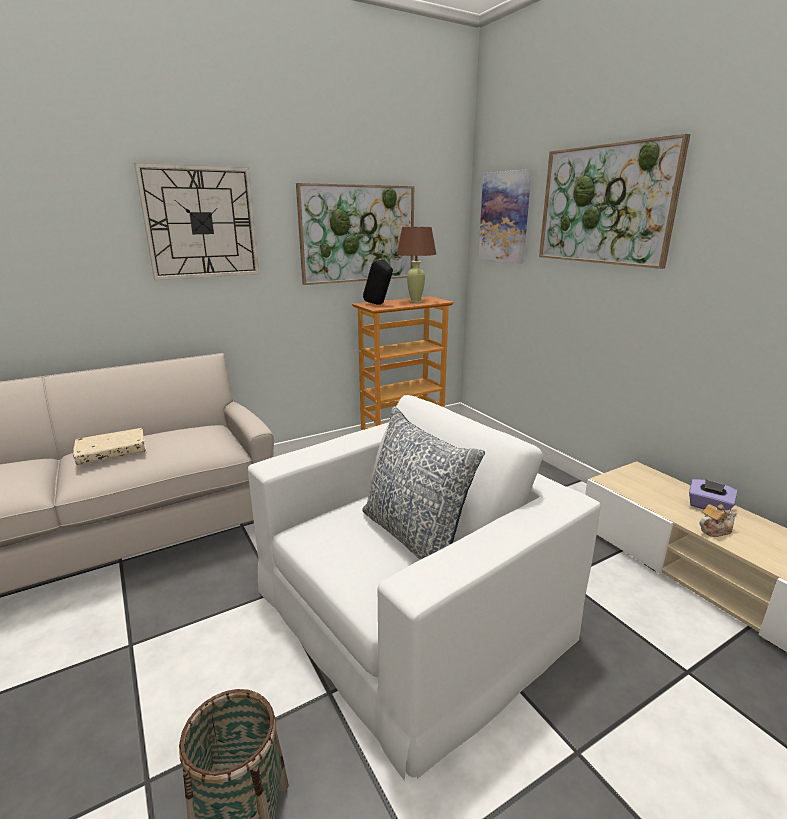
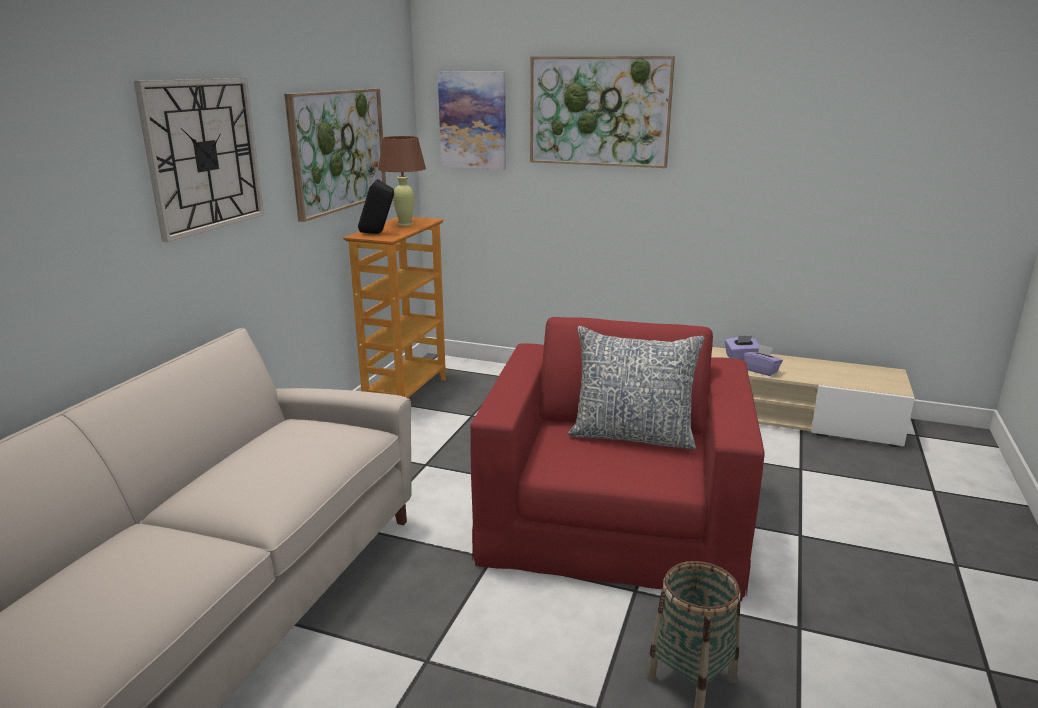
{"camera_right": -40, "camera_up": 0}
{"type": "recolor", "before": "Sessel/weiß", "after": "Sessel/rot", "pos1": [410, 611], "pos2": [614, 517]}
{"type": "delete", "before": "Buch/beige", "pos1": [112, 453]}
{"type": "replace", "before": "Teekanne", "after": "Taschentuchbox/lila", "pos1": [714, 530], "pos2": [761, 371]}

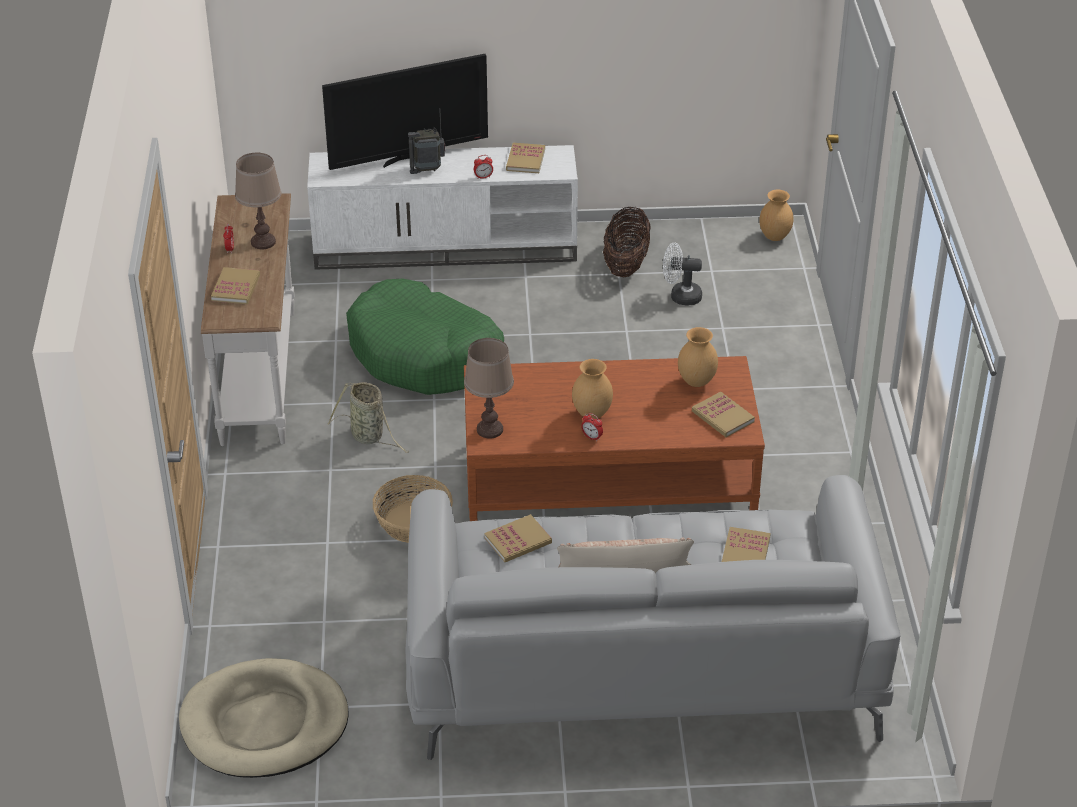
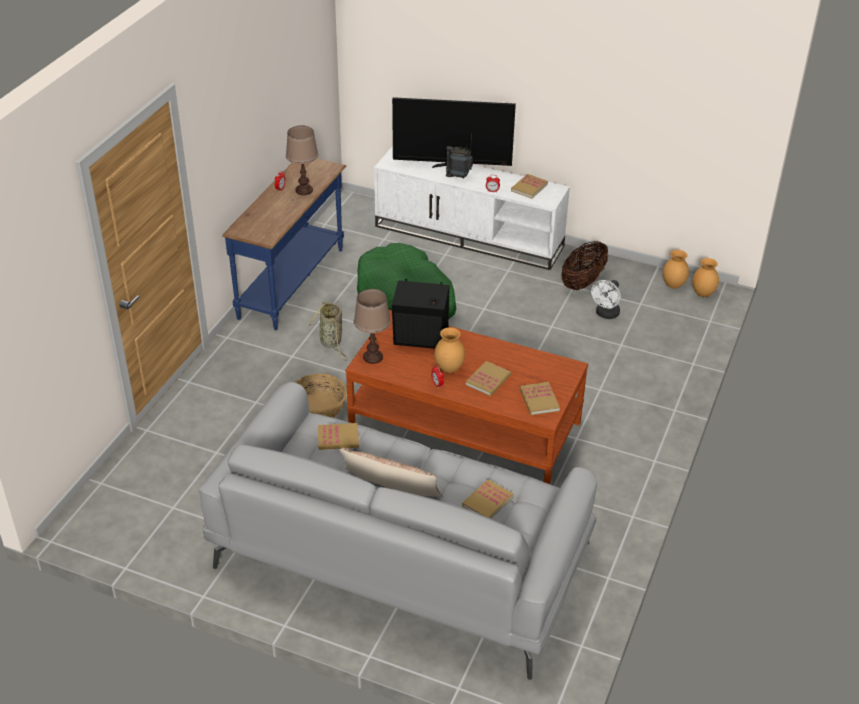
{"camera_right": 25, "camera_up": 0}
{"type": "recolor", "before": "Konsolentisch/weiß", "after": "Konsolentisch/blau", "pos1": [261, 376], "pos2": [293, 284]}
{"type": "rotate", "before": "Ventilator/weiß", "pos1": [680, 296], "pos2": [606, 314], "turn": -90}
{"type": "move", "before": "Buch", "pos1": [236, 288], "pos2": [488, 380]}
{"type": "move", "before": "Vase/braun", "pos1": [697, 382], "pos2": [674, 285]}
{"type": "delete", "before": "Hundebett/beige", "pos1": [264, 724]}
{"type": "insert", "after": "Lautsprecher/schwarz", "pos2": [421, 339]}

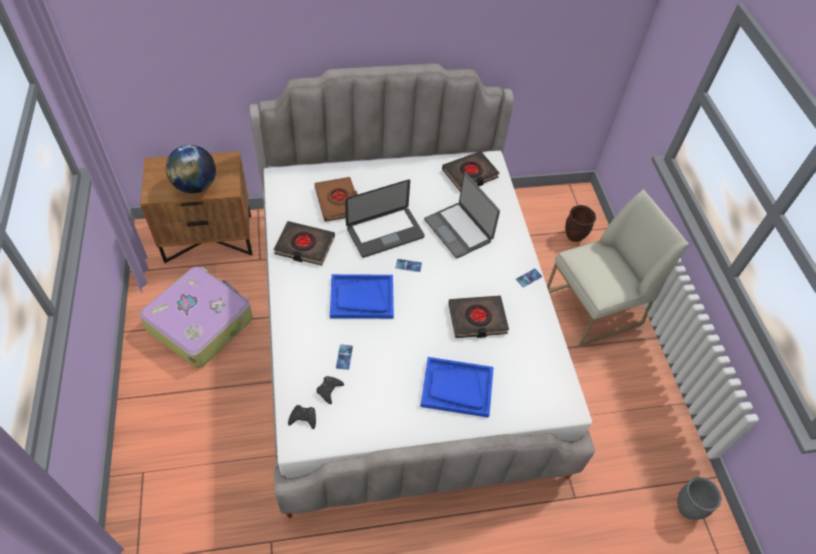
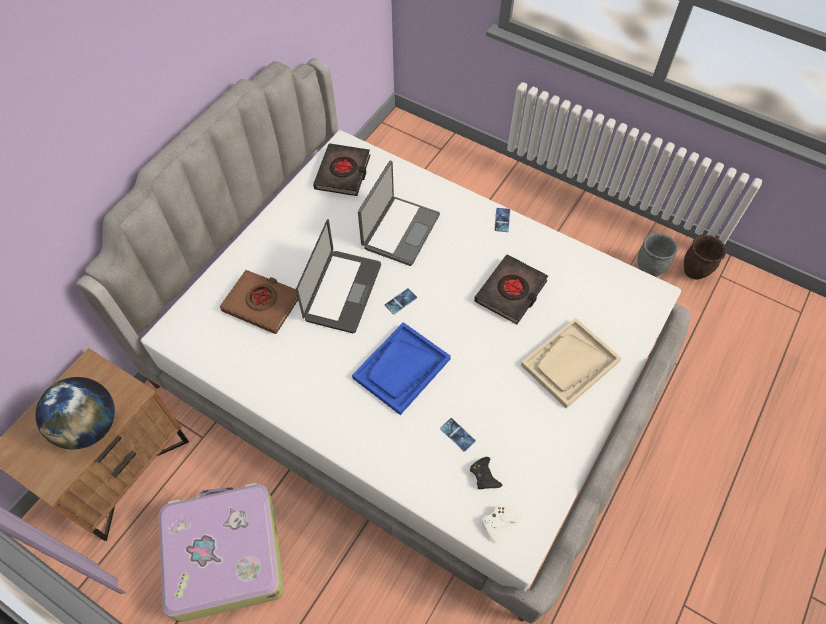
{"camera_right": -45, "camera_up": 5}
{"type": "rotate", "before": "Laptop", "pos1": [459, 230], "pos2": [399, 231], "turn": -75}
{"type": "delete", "before": "Stuhl/weiß", "pos1": [593, 309]}
{"type": "move", "before": "Pflanzkübel/braun", "pos1": [574, 236], "pos2": [694, 272]}
{"type": "delete", "before": "Buch/schwarz", "pos1": [304, 246]}
{"type": "recolor", "before": "Tablett/blau", "after": "Tablett/beige", "pos1": [456, 388], "pos2": [570, 363]}
{"type": "recolor", "before": "Gamepad/schwarz", "after": "Gamepad/weiß", "pos1": [303, 418], "pos2": [497, 523]}
{"type": "move", "before": "Pflanzkübel/grau", "pos1": [688, 508], "pos2": [649, 269]}

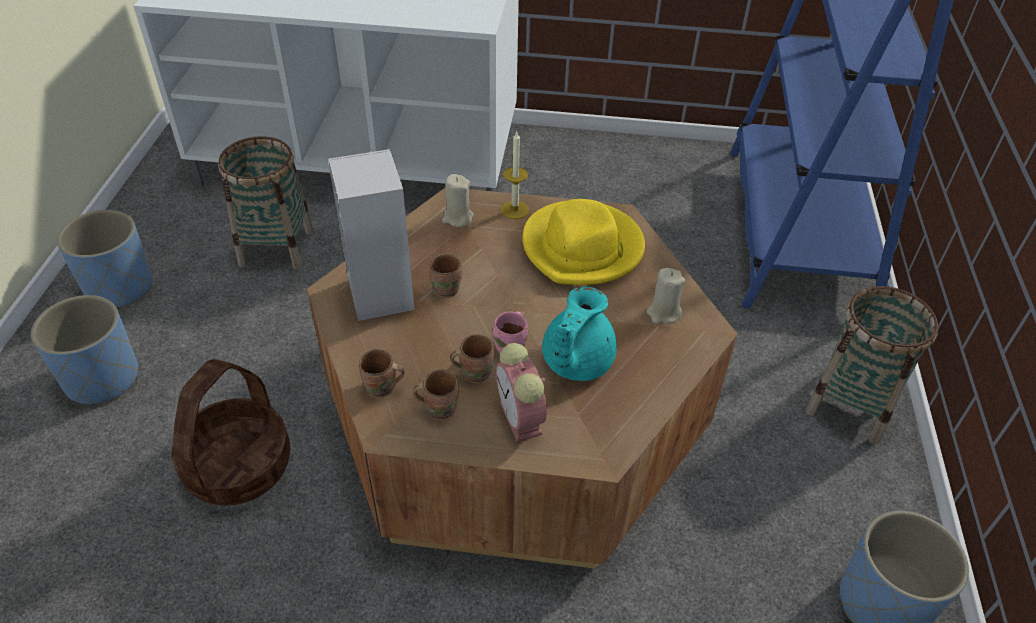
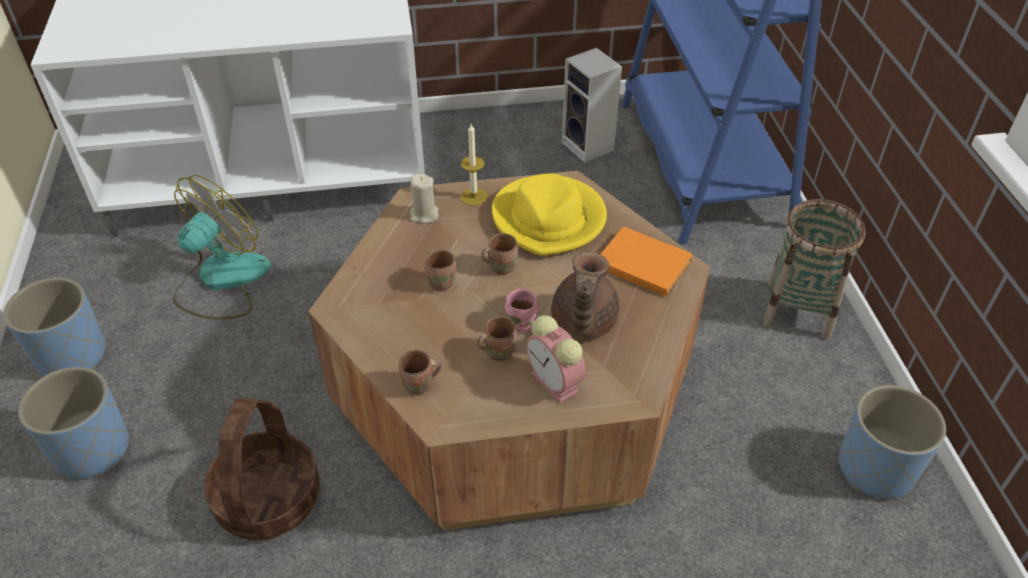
{"camera_right": -15, "camera_up": 0}
{"type": "replace", "before": "Korb", "after": "Ventilator", "pos1": [276, 247], "pos2": [221, 281]}
{"type": "move", "before": "Lautsprecher", "pos1": [383, 296], "pos2": [589, 147]}
{"type": "replace", "before": "Kerze/beige", "after": "Buch/orange", "pos1": [663, 313], "pos2": [641, 262]}
{"type": "recolor", "before": "Teekanne/türkis", "after": "Teekanne/braun", "pos1": [575, 362], "pos2": [582, 323]}
{"type": "move", "before": "Henkelbecher/braun", "pos1": [439, 408], "pos2": [500, 267]}

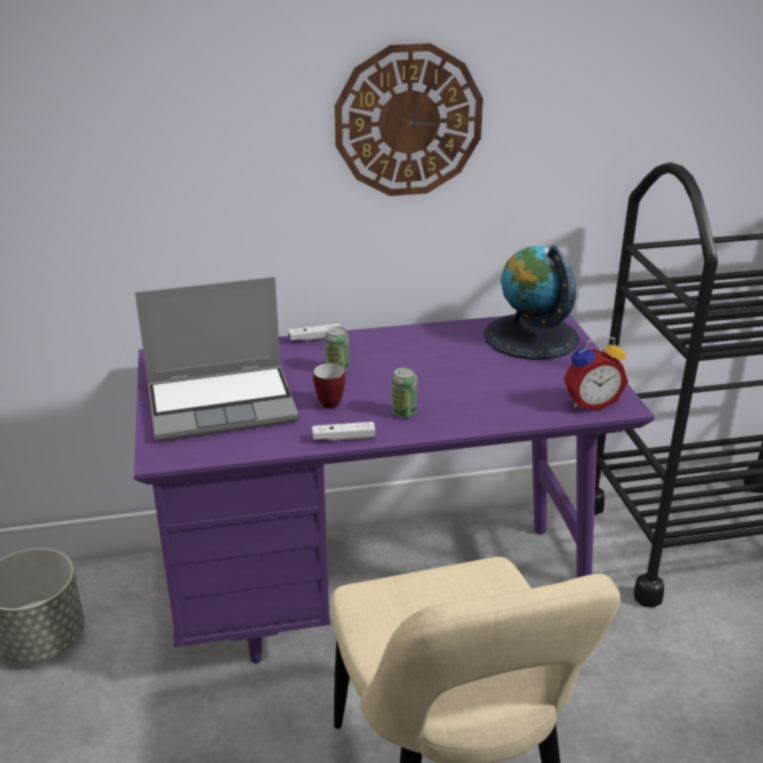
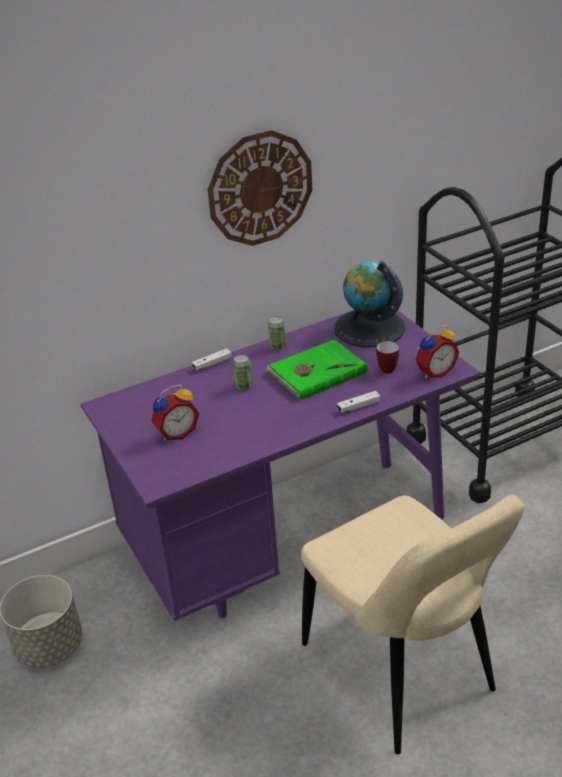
{"camera_right": -15, "camera_up": 5}
{"type": "replace", "before": "Laptop", "after": "Wecker", "pos1": [223, 404], "pos2": [176, 433]}
{"type": "move", "before": "Henkelbecher", "pos1": [332, 402], "pos2": [387, 368]}
{"type": "move", "before": "Dose", "pos1": [404, 413], "pos2": [278, 346]}
{"type": "move", "before": "Gamepad/weiß", "pos1": [343, 438], "pos2": [358, 406]}
{"type": "insert", "after": "Buch/grün", "pos2": [316, 372]}

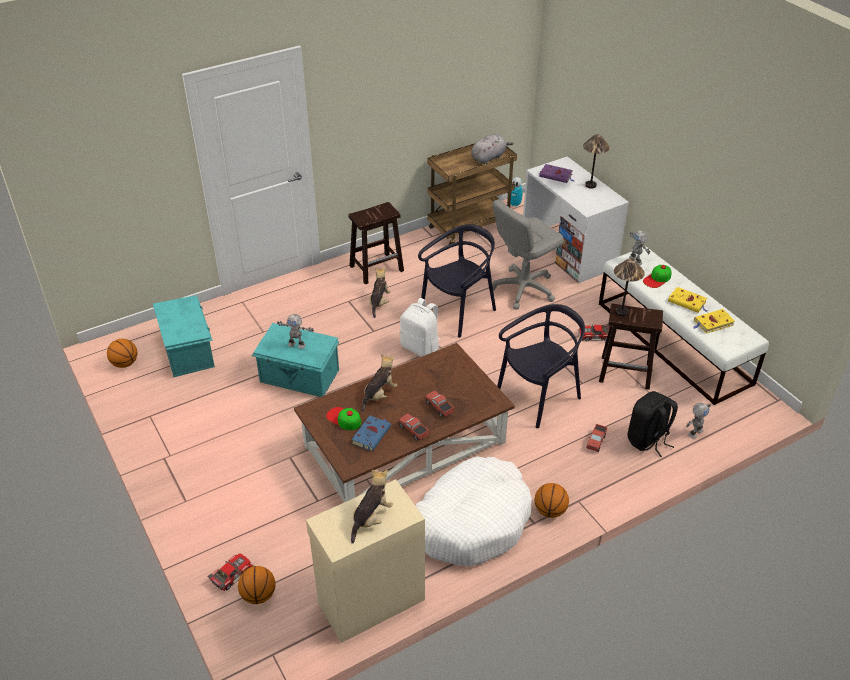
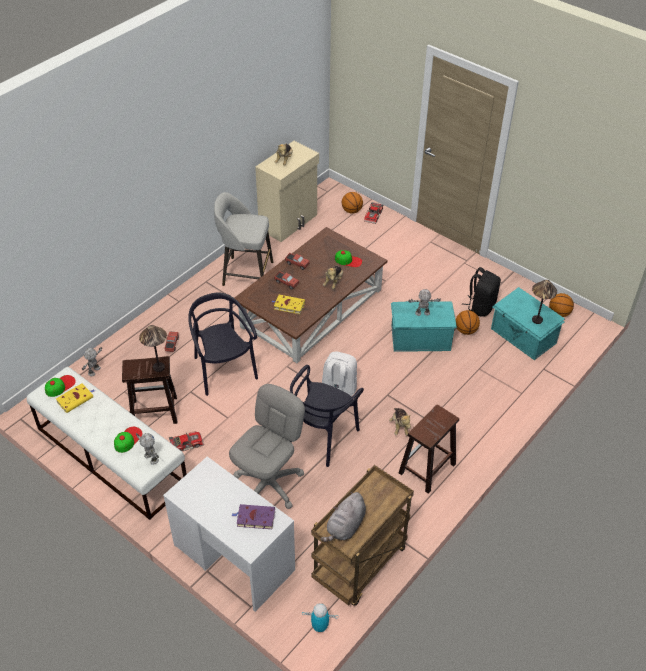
{"camera_right": 160, "camera_up": 5}
{"type": "move", "before": "Tischlampe", "pos1": [591, 185], "pos2": [536, 320]}
{"type": "move", "before": "Buch/gelb", "pos1": [688, 302], "pos2": [288, 305]}
{"type": "rotate", "before": "Stuhl/schwarz", "pos1": [539, 397], "pos2": [223, 370], "turn": 120}
{"type": "move", "before": "Rucksack/schwarz", "pos1": [648, 440], "pos2": [480, 306]}
{"type": "delete", "before": "Buch/blau", "pos1": [371, 434]}
{"type": "replace", "before": "Hundebett/weiß", "after": "Hocker/grau", "pos1": [472, 521], "pos2": [246, 273]}
{"type": "move", "before": "Basketball", "pos1": [550, 510], "pos2": [465, 330]}
{"type": "insert", "after": "Kappe", "pos2": [60, 386]}

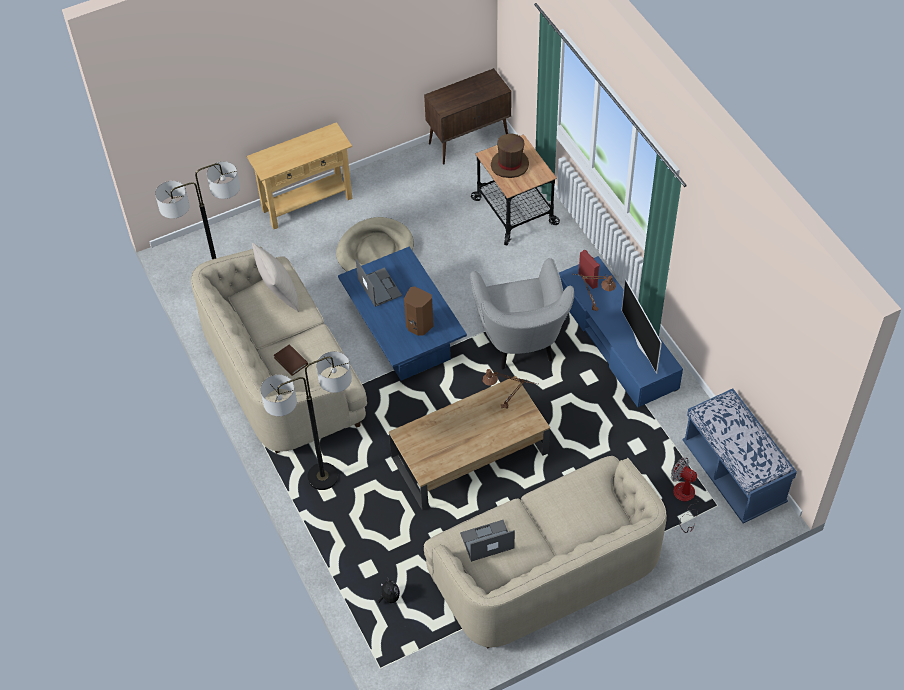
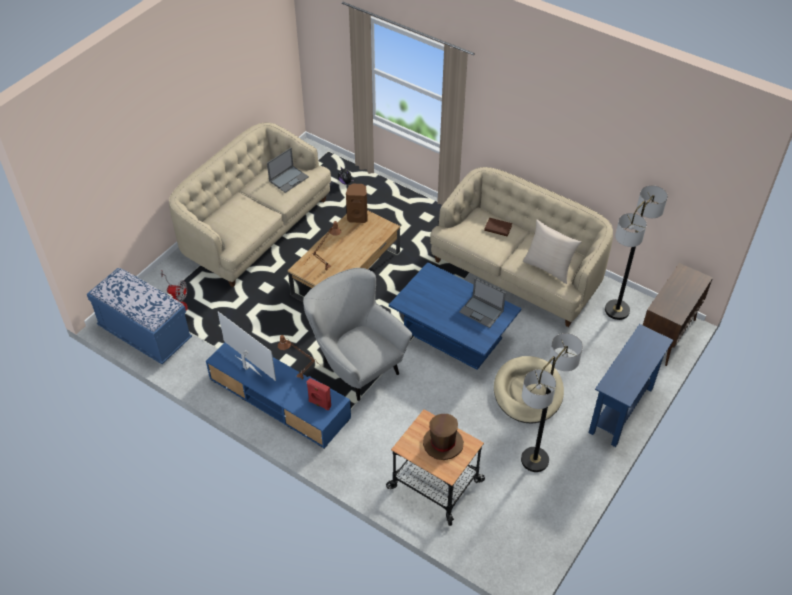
{"camera_right": 150, "camera_up": -5}
{"type": "move", "before": "Schrank/braun", "pos1": [469, 141], "pos2": [666, 336]}
{"type": "recolor", "before": "Konsolentisch/beige", "after": "Konsolentisch/blau", "pos1": [307, 204], "pos2": [621, 410]}
{"type": "move", "before": "Lautsprecher/braun", "pos1": [418, 326], "pos2": [358, 217]}
{"type": "move", "before": "Stehlampe", "pos1": [322, 477], "pos2": [535, 460]}

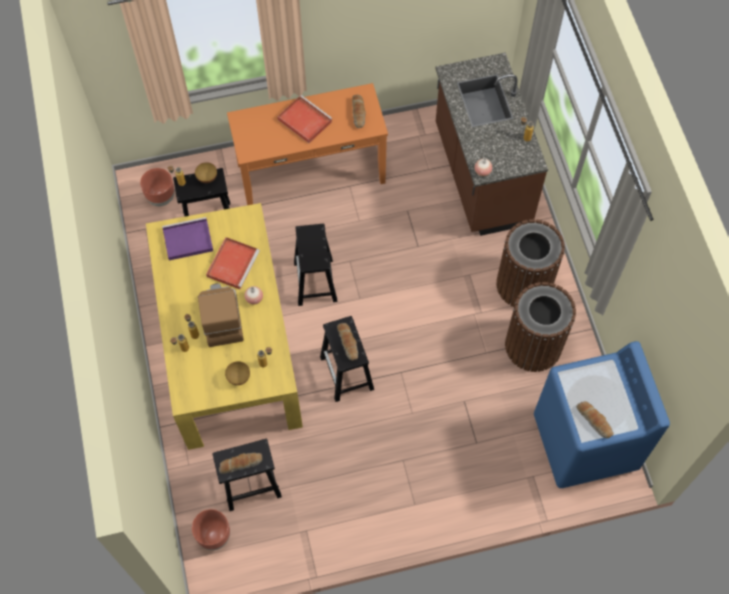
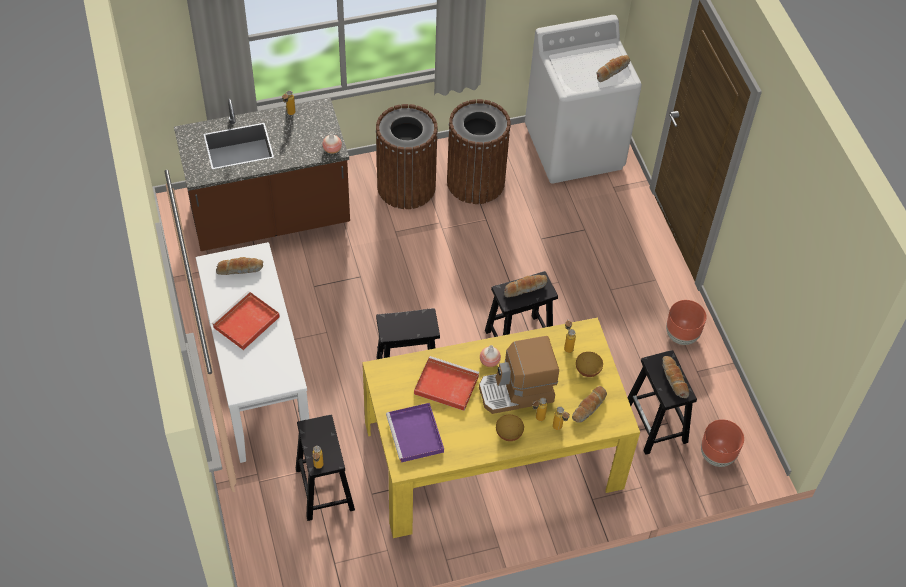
{"camera_right": -95, "camera_up": -10}
{"type": "recolor", "before": "Konsolentisch/orange", "after": "Konsolentisch/weiß", "pos1": [311, 173], "pos2": [258, 382]}
{"type": "move", "before": "Schüssel", "pos1": [207, 178], "pos2": [509, 434]}
{"type": "move", "before": "Pflanzkübel/braun", "pos1": [161, 197], "pos2": [681, 335]}
{"type": "recolor", "before": "Waschmaschine/blau", "after": "Waschmaschine/weiß", "pos1": [584, 442], "pos2": [575, 147]}
{"type": "insert", "after": "Brot", "pos2": [589, 408]}

